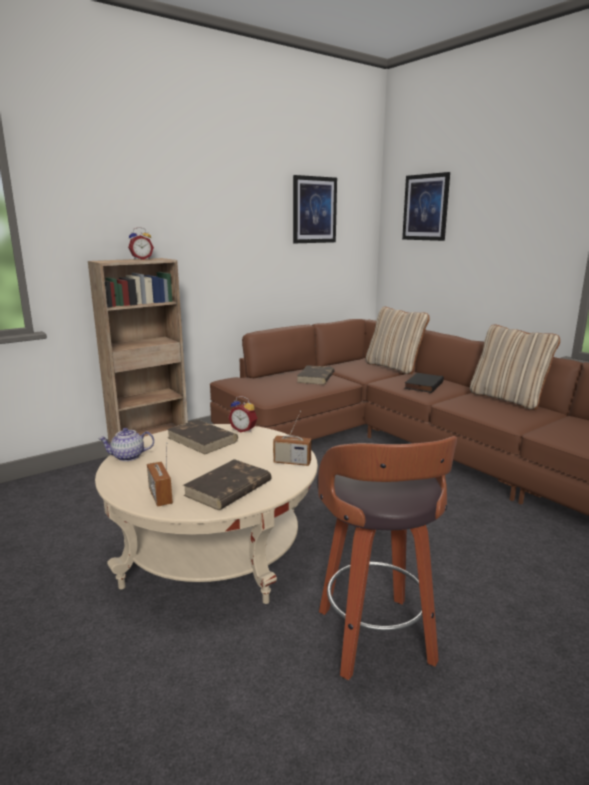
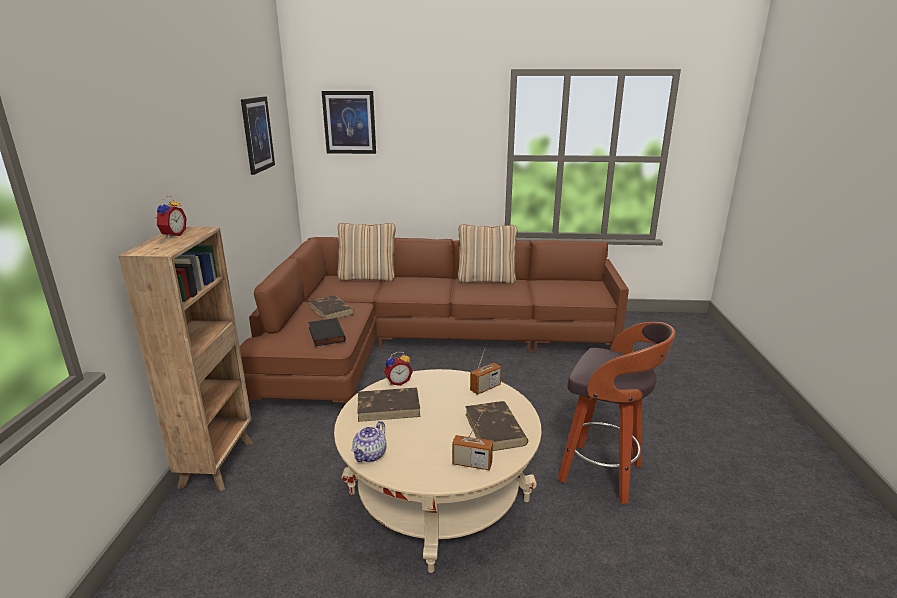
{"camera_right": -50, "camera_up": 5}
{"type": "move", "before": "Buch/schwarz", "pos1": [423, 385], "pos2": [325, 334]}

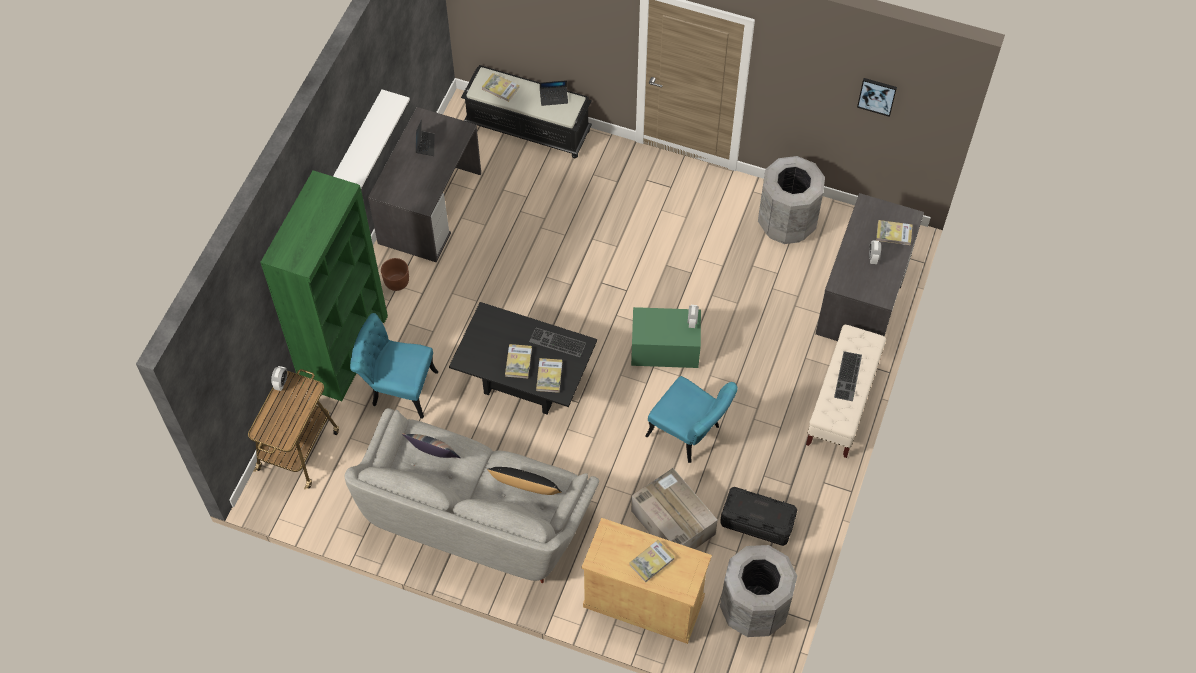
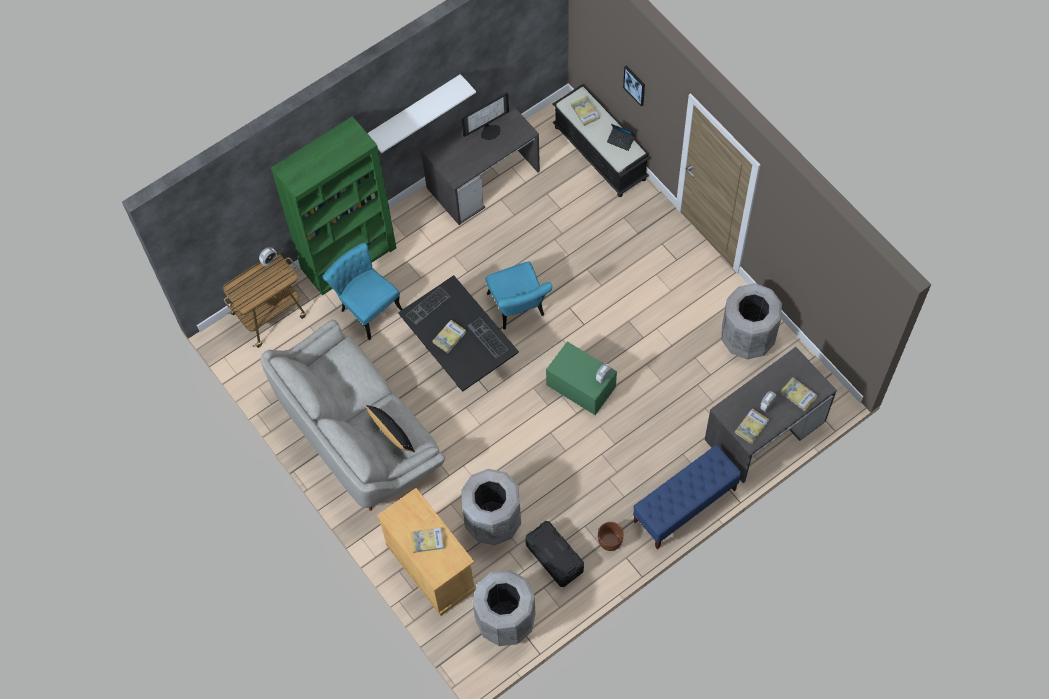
{"camera_right": 35, "camera_up": 5}
{"type": "move", "before": "Bild", "pos1": [877, 96], "pos2": [635, 85]}
{"type": "replace", "before": "Laptop", "after": "Monitor", "pos1": [425, 145], "pos2": [489, 130]}
{"type": "move", "before": "Pflanzkübel/braun", "pos1": [396, 282], "pos2": [610, 541]}
{"type": "recolor", "before": "Bank/beige", "after": "Bank/blau", "pos1": [842, 404], "pos2": [684, 506]}
{"type": "move", "before": "Tastatur", "pos1": [849, 377], "pos2": [428, 306]}
{"type": "move", "before": "Buch", "pos1": [549, 376], "pos2": [751, 427]}
{"type": "move", "before": "Stuhl/türkis", "pos1": [689, 434], "pos2": [518, 310]}
{"type": "delete", "before": "Kissen", "pos1": [433, 456]}
{"type": "replace", "before": "Karton", "after": "Mülleimer/grau", "pos1": [672, 522], "pos2": [492, 520]}

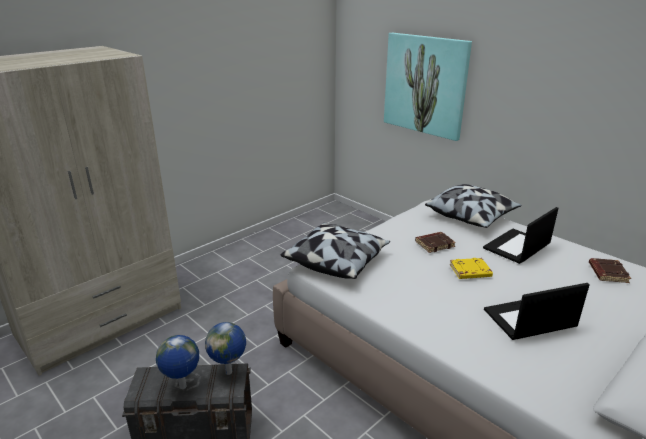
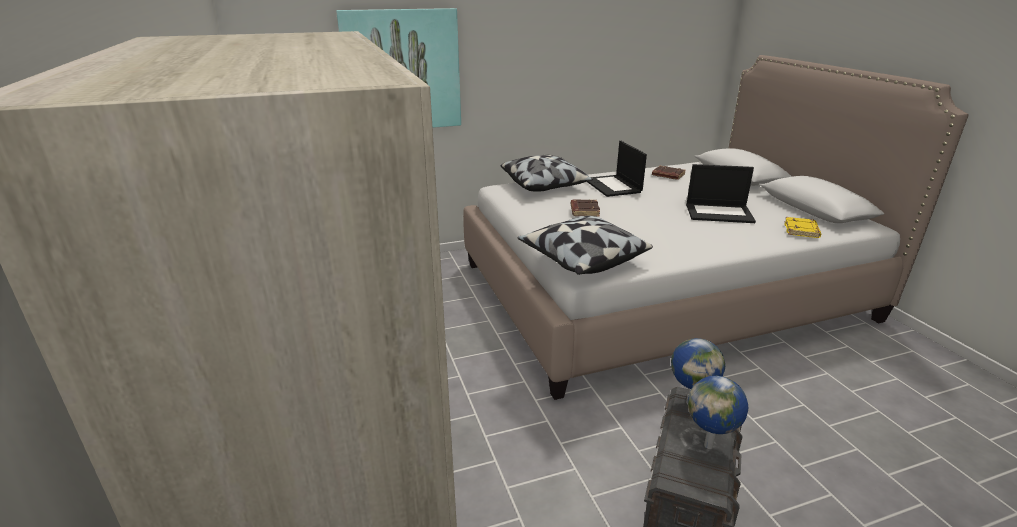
{"camera_right": -65, "camera_up": 0}
{"type": "move", "before": "Buch/gelb", "pos1": [470, 272], "pos2": [802, 231]}
{"type": "rotate", "before": "Laptop", "pos1": [529, 319], "pos2": [719, 213], "turn": -90}

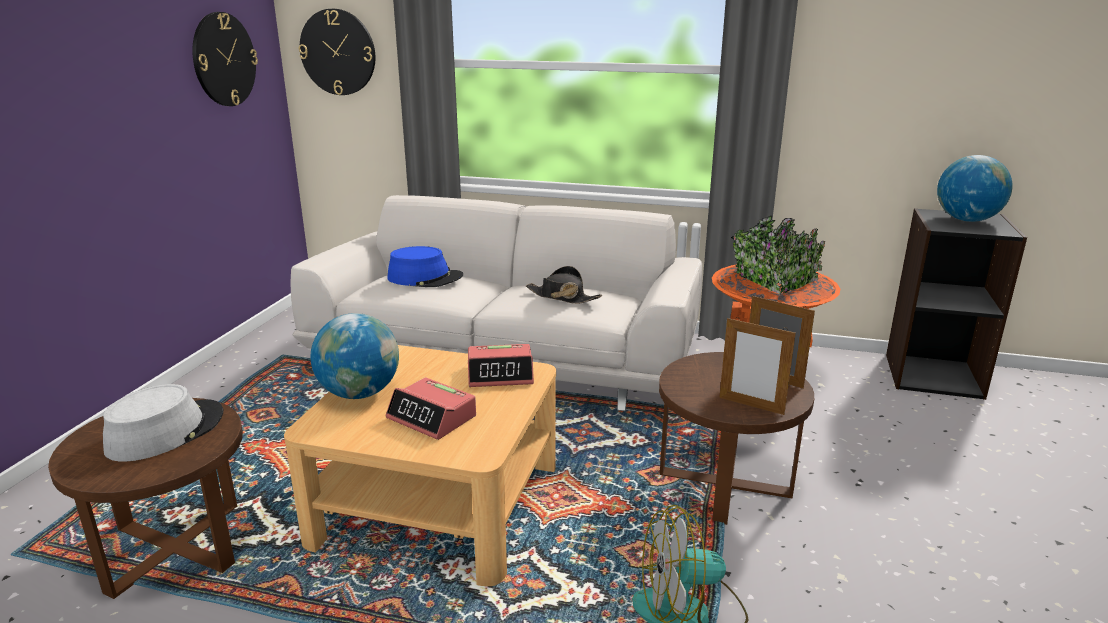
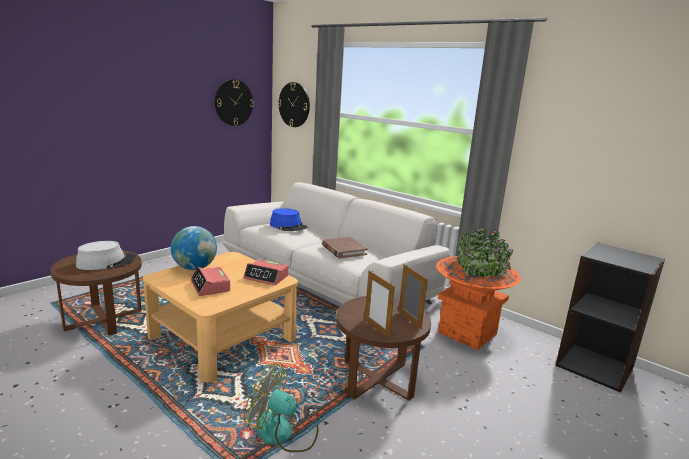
{"camera_right": 25, "camera_up": -5}
{"type": "delete", "before": "Globus", "pos1": [966, 220]}
{"type": "replace", "before": "Hut/schwarz", "after": "Buch/braun", "pos1": [562, 297], "pos2": [343, 250]}

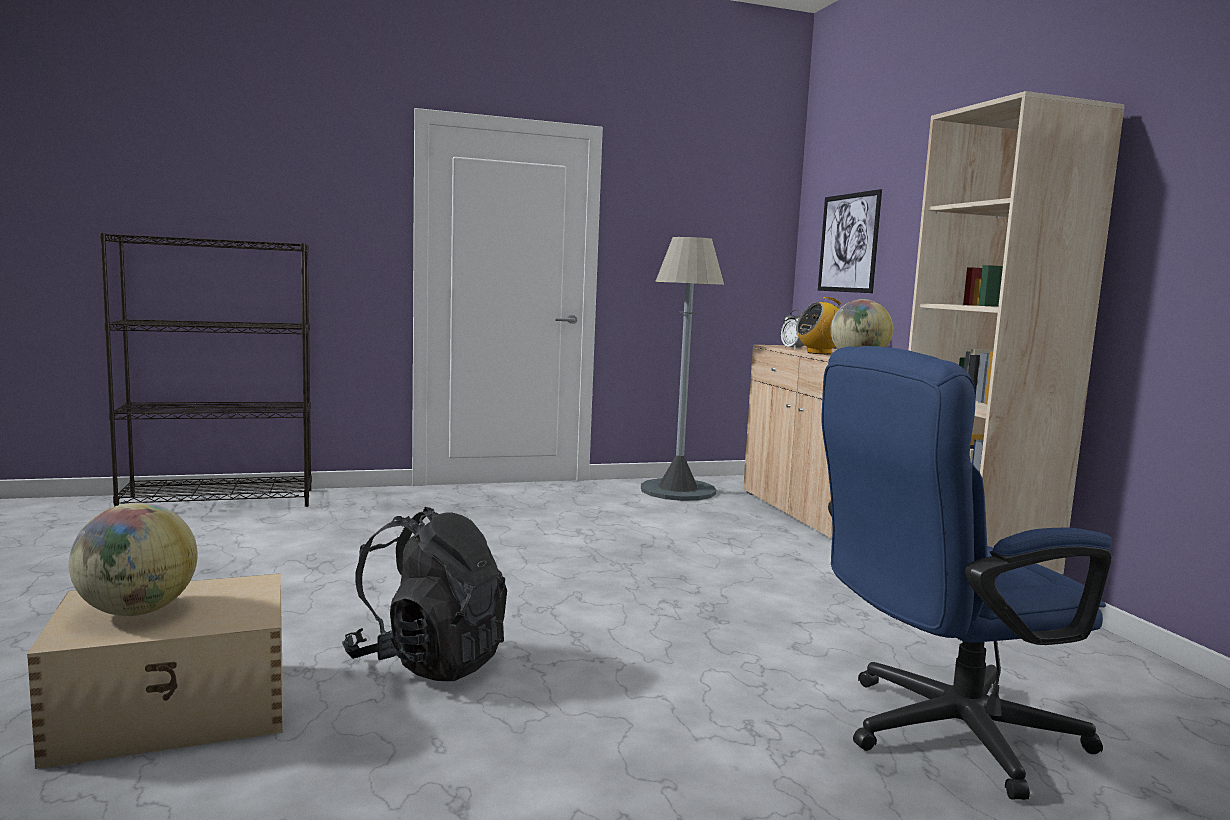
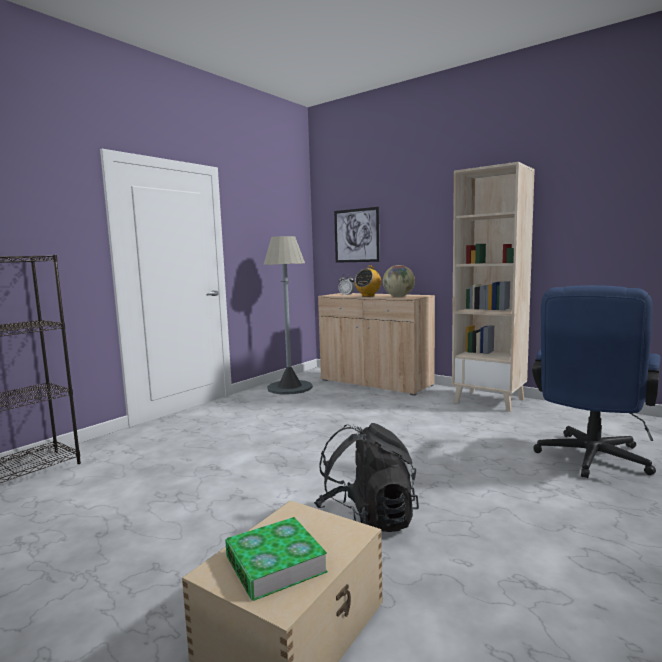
{"camera_right": -35, "camera_up": 0}
{"type": "replace", "before": "Globus", "after": "Buch", "pos1": [137, 611], "pos2": [275, 564]}

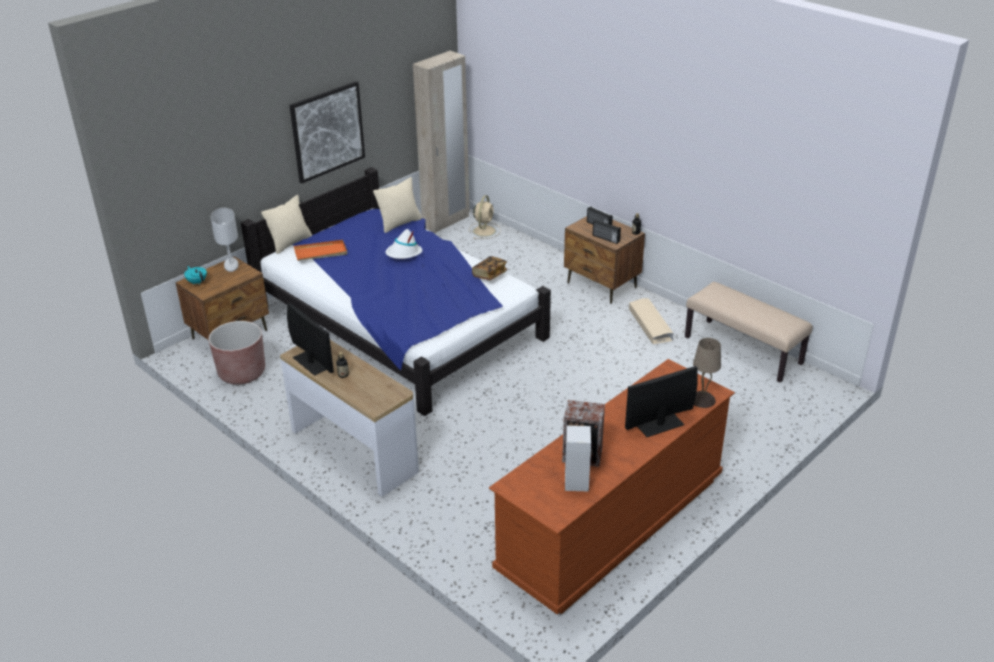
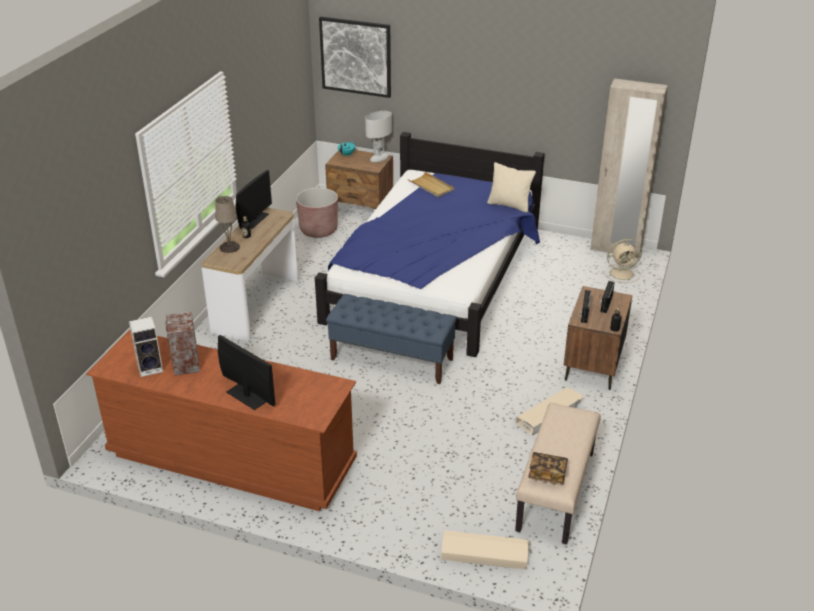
{"camera_right": 65, "camera_up": 0}
{"type": "move", "before": "Bild", "pos1": [327, 131], "pos2": [356, 57]}
{"type": "delete", "before": "Kissen/beige", "pos1": [290, 243]}
{"type": "delete", "before": "Hut/weiß", "pos1": [403, 253]}
{"type": "recolor", "before": "Tablett/orange", "after": "Tablett/beige", "pos1": [321, 252], "pos2": [431, 186]}
{"type": "move", "before": "Buch", "pos1": [489, 275], "pos2": [547, 474]}
{"type": "move", "before": "Tischlampe/beige", "pos1": [703, 399], "pos2": [230, 247]}
{"type": "insert", "after": "Bank/blau", "pos2": [392, 359]}
{"type": "insert", "after": "Aufbewahrungsbox/beige", "pos2": [484, 554]}

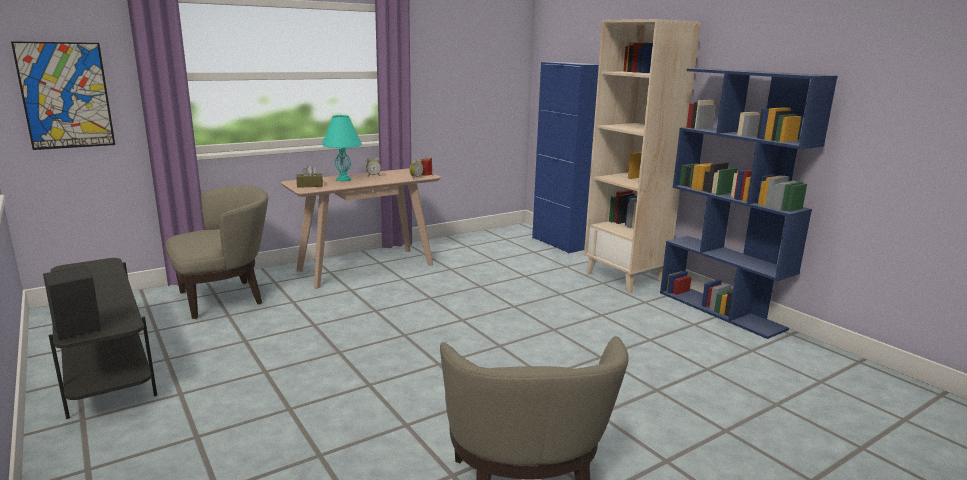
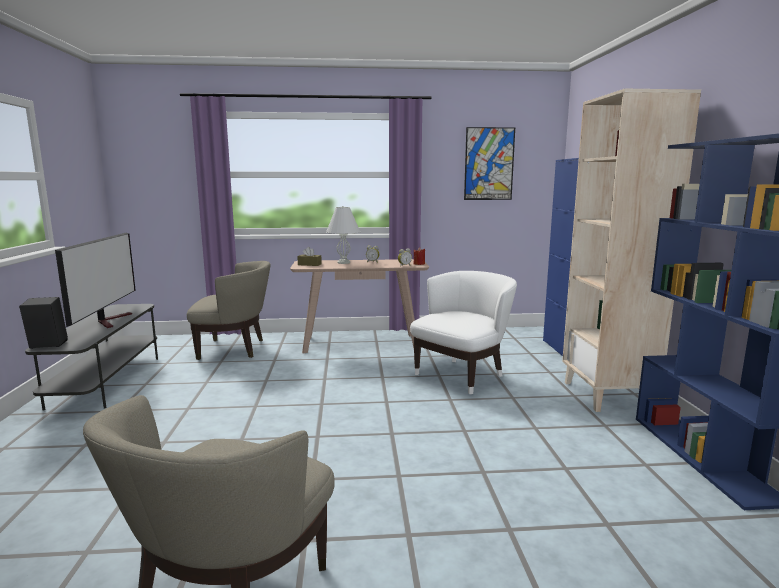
{"camera_right": 30, "camera_up": -5}
{"type": "move", "before": "Bild", "pos1": [66, 95], "pos2": [489, 164]}
{"type": "recolor", "before": "Tischlampe/türkis", "after": "Tischlampe/weiß", "pos1": [343, 179], "pos2": [343, 262]}
{"type": "insert", "after": "Fernseher", "pos2": [110, 320]}
{"type": "insert", "after": "Sessel/weiß", "pos2": [462, 375]}

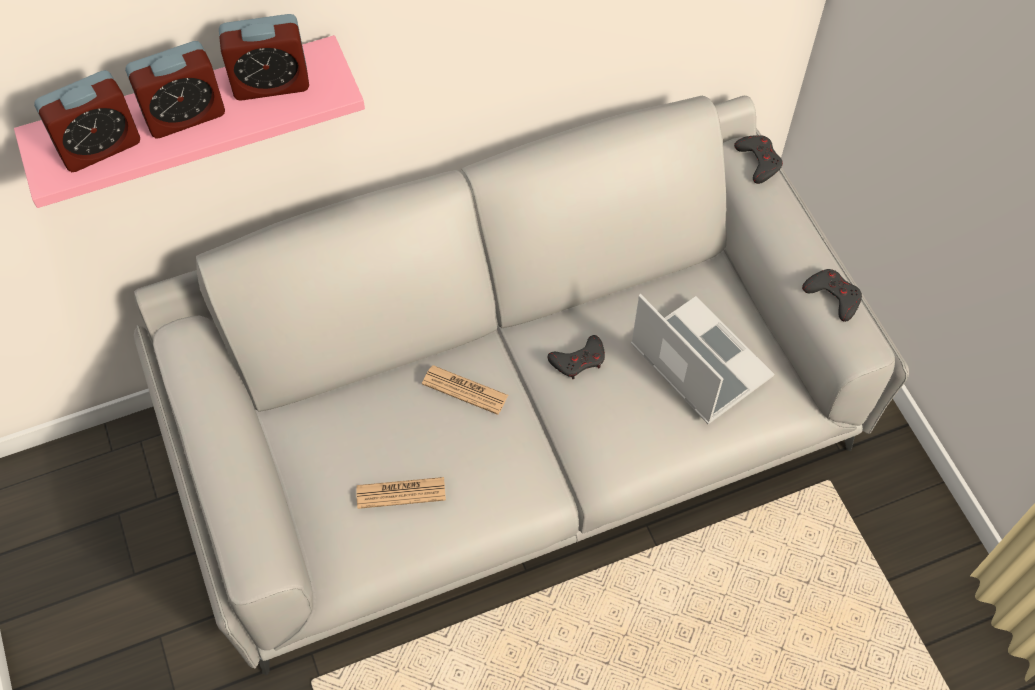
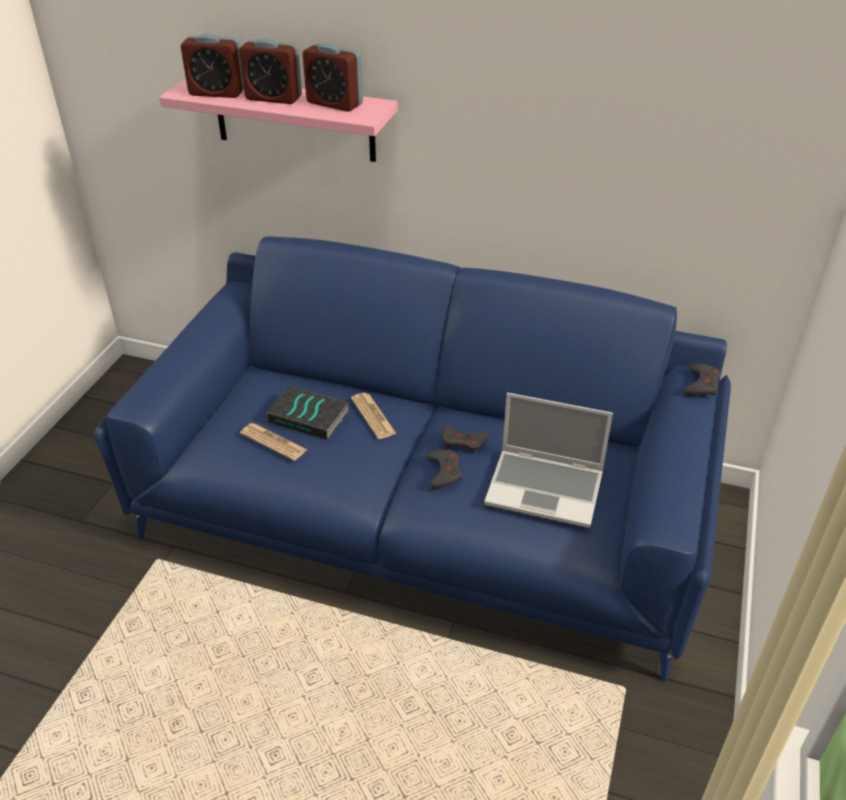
{"camera_right": 40, "camera_up": -20}
{"type": "recolor", "before": "Sofa/grau", "after": "Sofa/blau", "pos1": [519, 432], "pos2": [425, 514]}
{"type": "move", "before": "Gamepad/grau", "pos1": [833, 296], "pos2": [444, 472]}
{"type": "rotate", "before": "Laptop", "pos1": [697, 361], "pos2": [546, 489], "turn": 105}
{"type": "insert", "after": "Buch", "pos2": [310, 417]}

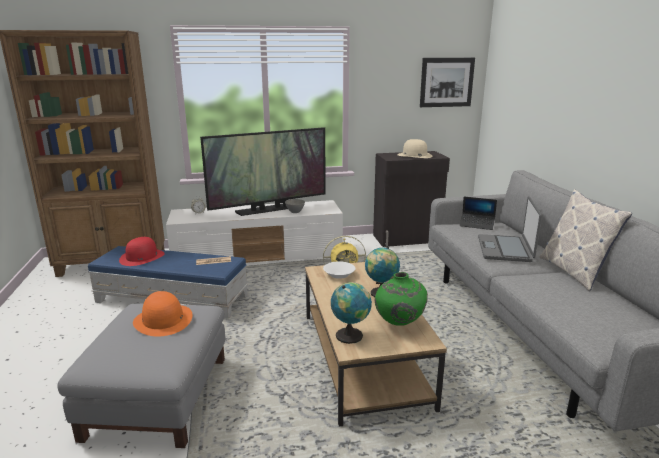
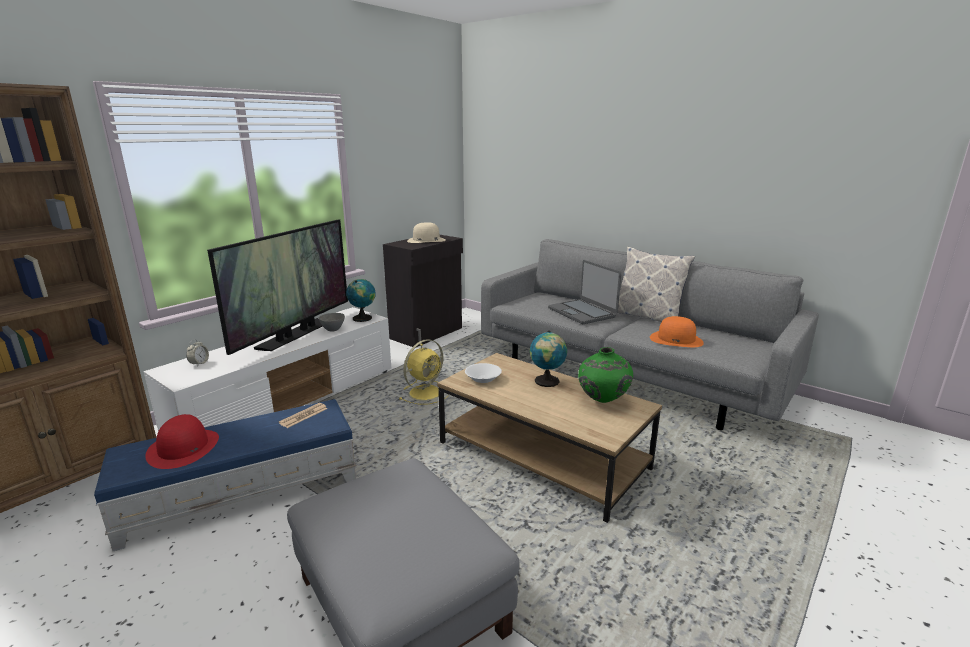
{"camera_right": -40, "camera_up": 0}
{"type": "delete", "before": "Bild", "pos1": [446, 82]}
{"type": "delete", "before": "Laptop", "pos1": [477, 225]}
{"type": "move", "before": "Globus", "pos1": [351, 335], "pos2": [363, 318]}
{"type": "move", "before": "Hut/orange", "pos1": [163, 320], "pos2": [676, 339]}

